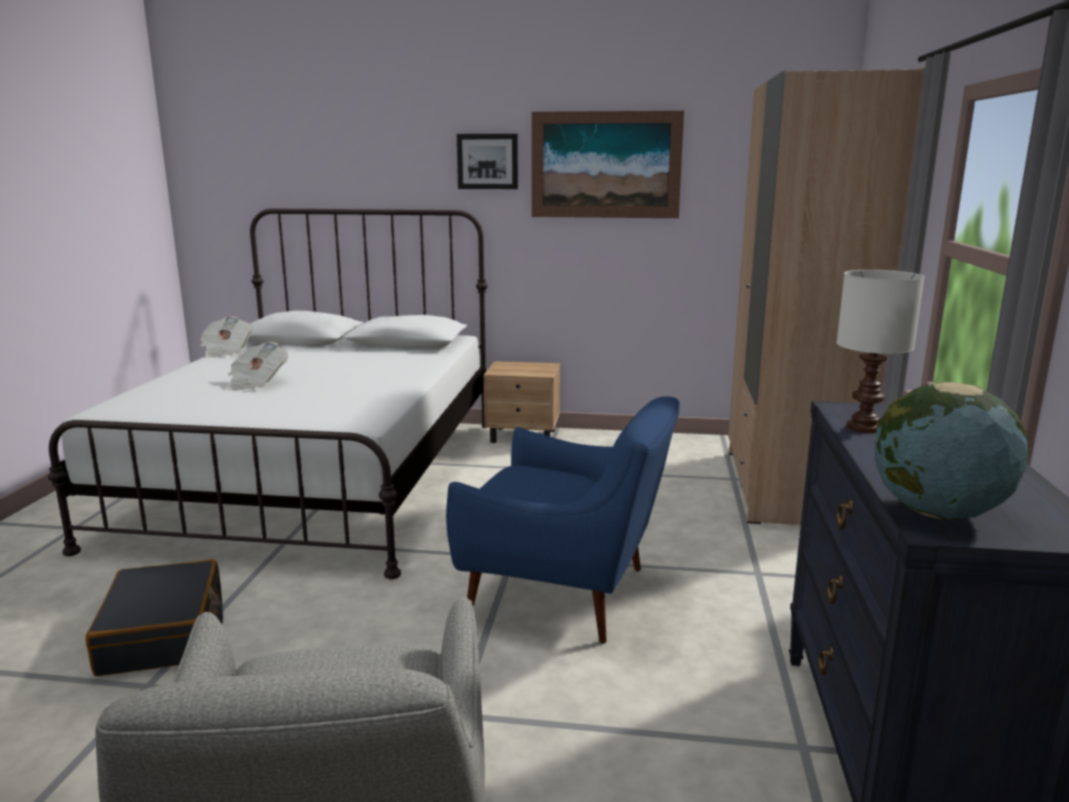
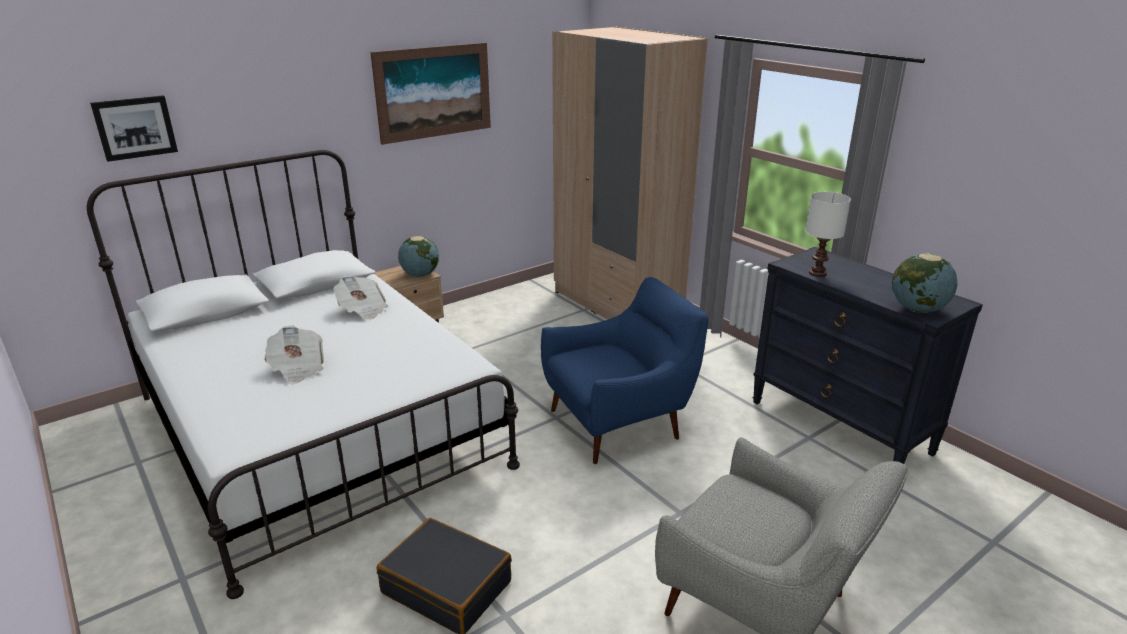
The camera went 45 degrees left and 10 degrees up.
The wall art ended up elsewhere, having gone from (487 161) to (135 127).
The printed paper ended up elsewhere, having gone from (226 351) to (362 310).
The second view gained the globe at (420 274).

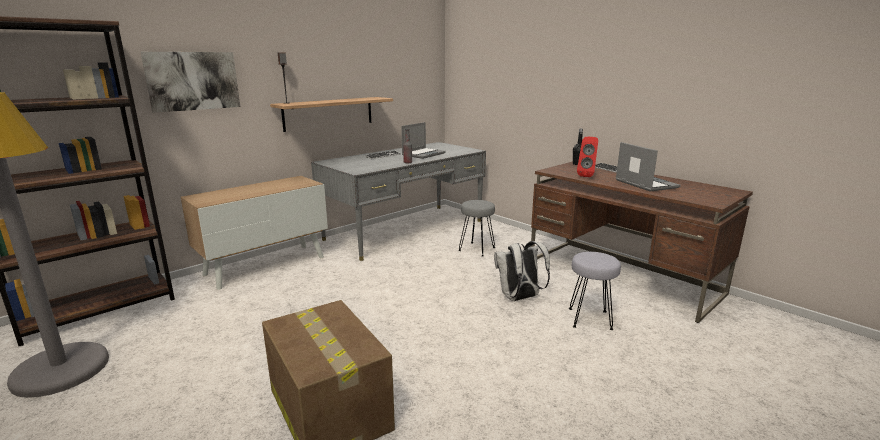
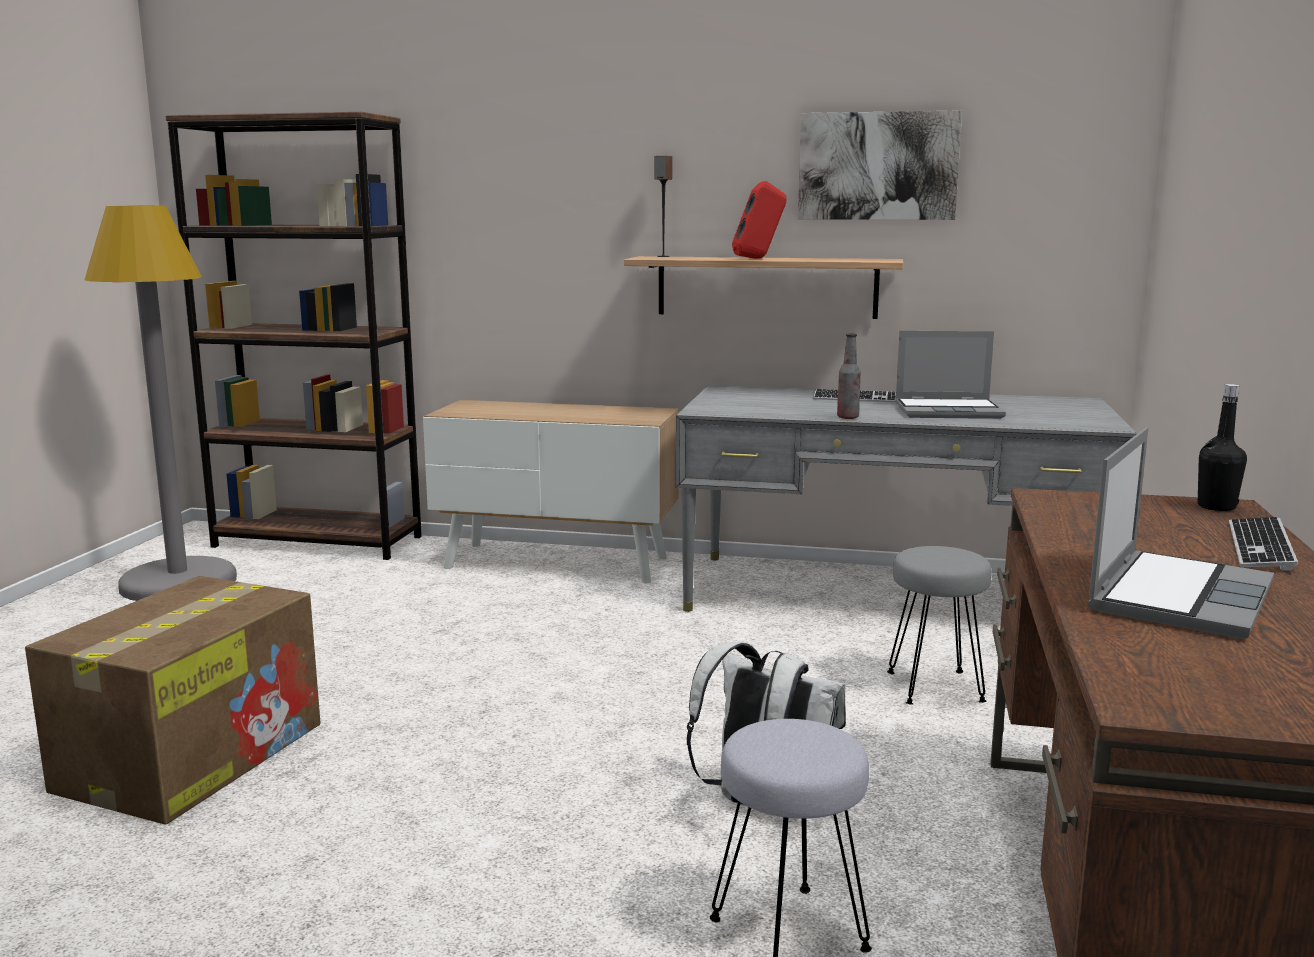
The camera went 55 degrees right and 5 degrees down.
The speaker in red ended up elsewhere, having gone from (586 176) to (758 258).
The wall art ended up elsewhere, having gone from (193 81) to (878 166).

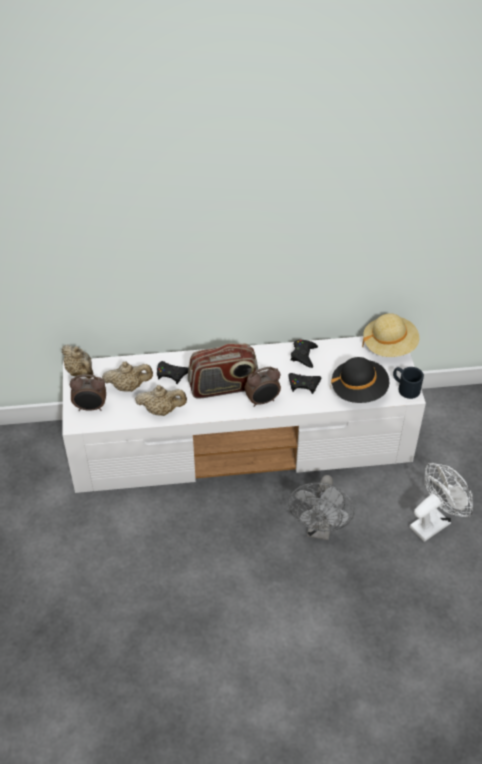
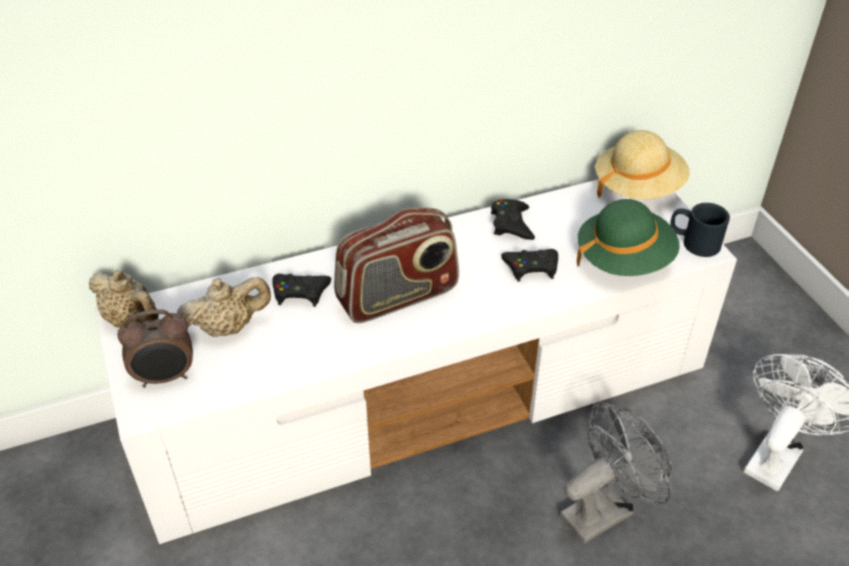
The camera went 15 degrees left and 5 degrees down.
The fan in grey at (320 529) ended up facing another way, 120 degrees counterclockwise from before.
What was the wearable hat in black-coloured at (359 390) turned into the wearable hat in green-coloured at (624 259).
The second view lost the tea pot in beige-coloured at (162 410).
The second view lost the table clock at (262 401).

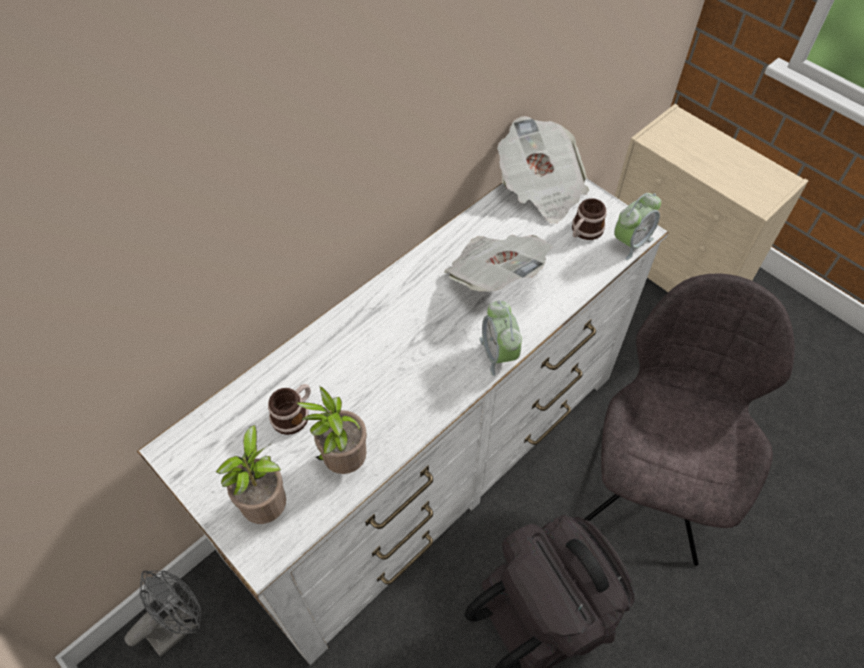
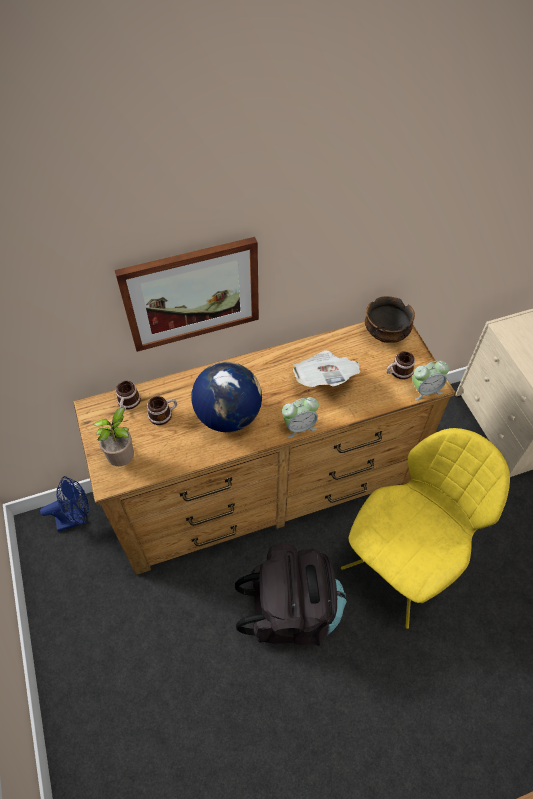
The camera went 25 degrees right and 0 degrees up.
What was the fan in grey at (179 624) turned into the fan in bluish at (76 518).
What was the dresser in whitish at (429 462) turned into the dresser in brown at (265 487).
The second view gained the wall art at (191 294).
The second view gained the coffee mug at (128 403).
The second view gained the globe at (228 415).
The table clock at (498 354) ended up facing another way, 120 degrees counterclockwise from before.
What was the chair in grey at (649 487) turned into the chair in yellow at (402 565).
Where the printed paper stood at (540 188), the bowl came to stand at (386 334).
The second view lost the houseplant at (343 461).

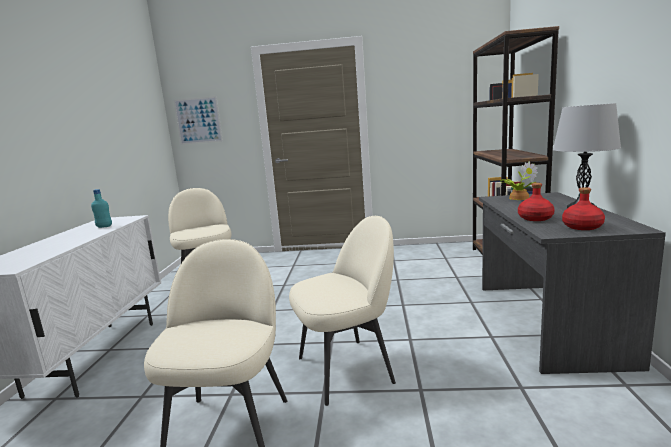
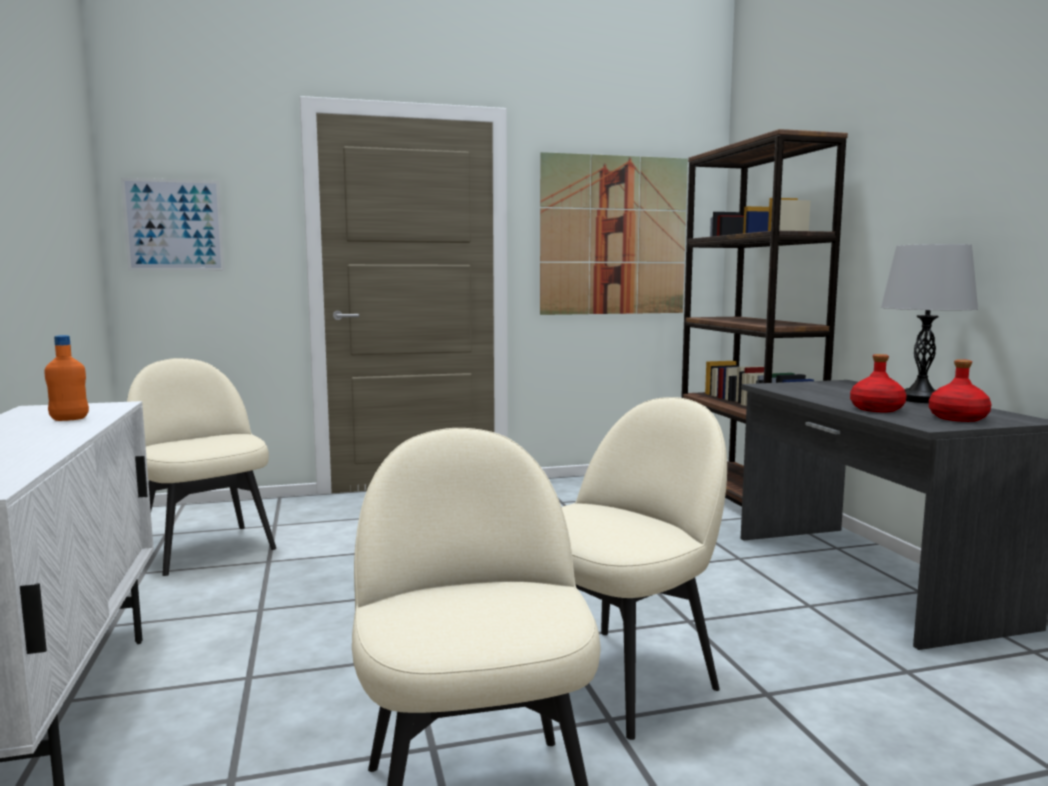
The camera went 20 degrees left and 5 degrees down.
What was the beverage bottle in blue-green at (104 226) turned into the beverage bottle in orange-coloured at (69 419).
The second view gained the wall art at (614 235).
The second view lost the houseplant at (517 198).

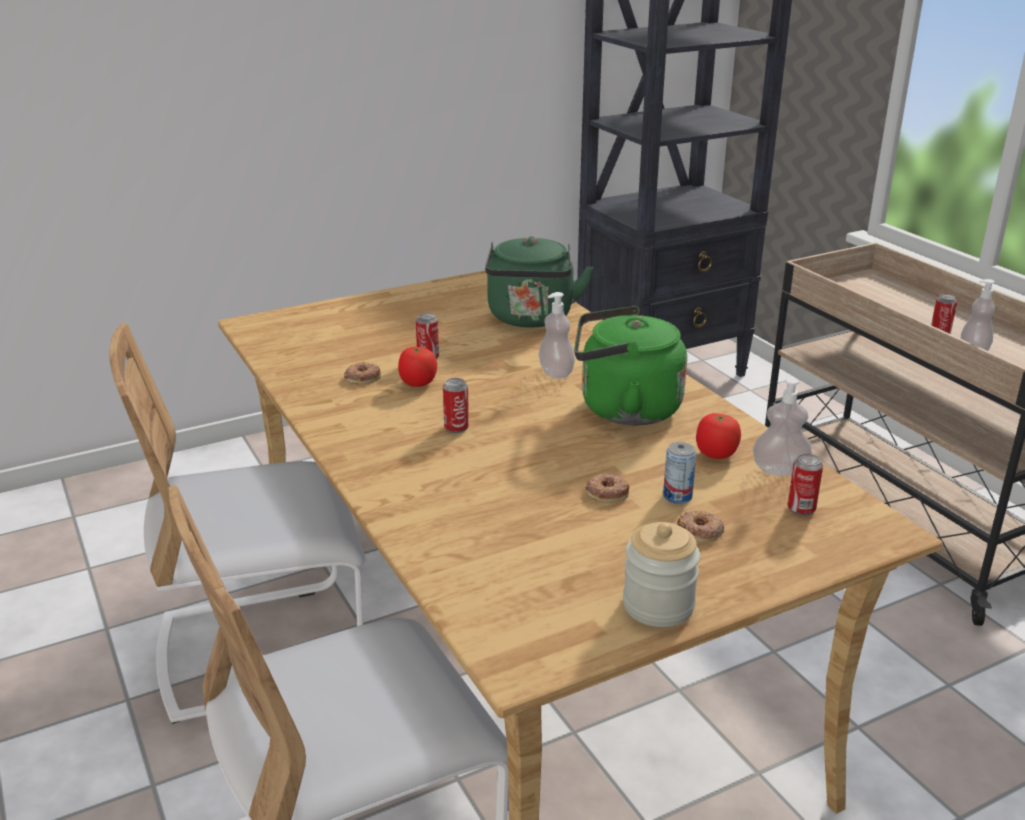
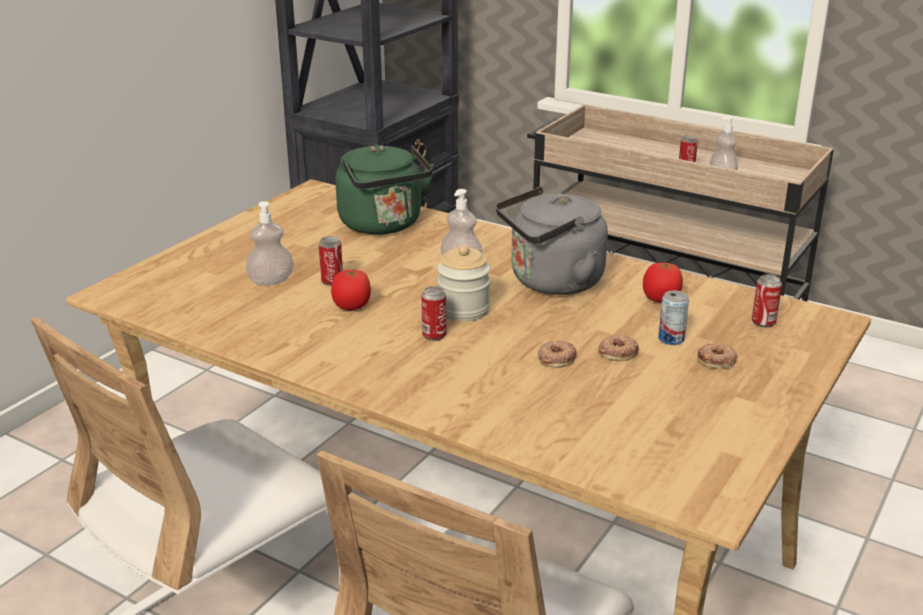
The camera went 30 degrees left and 0 degrees up.
The soap bottle ended up elsewhere, having gone from (779 470) to (271 281).
The jar ended up elsewhere, having gone from (658 605) to (463 310).
What was the tea kettle in green-coloured at (623 409) turned into the tea kettle in grey at (551 282).
The ring doughnut ended up elsewhere, having gone from (362 377) to (556 358).

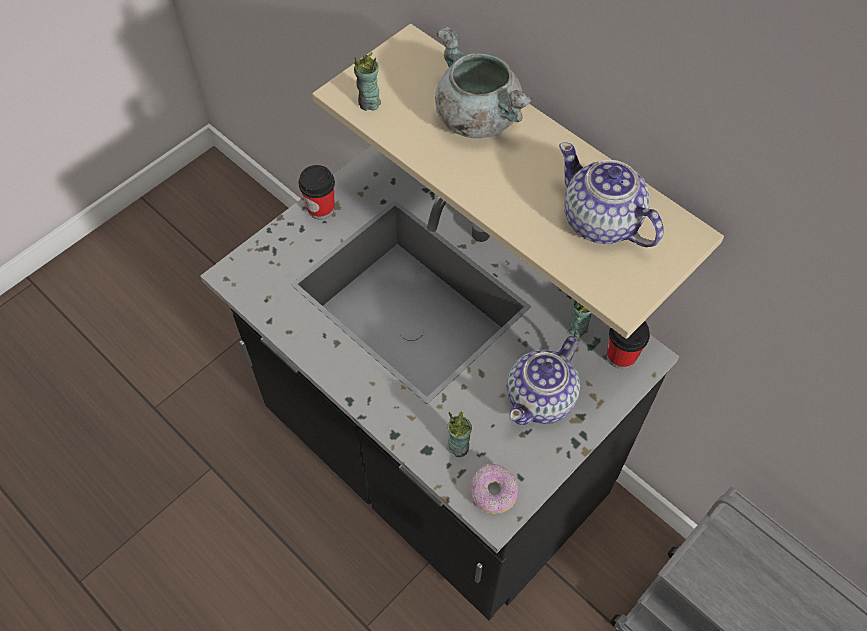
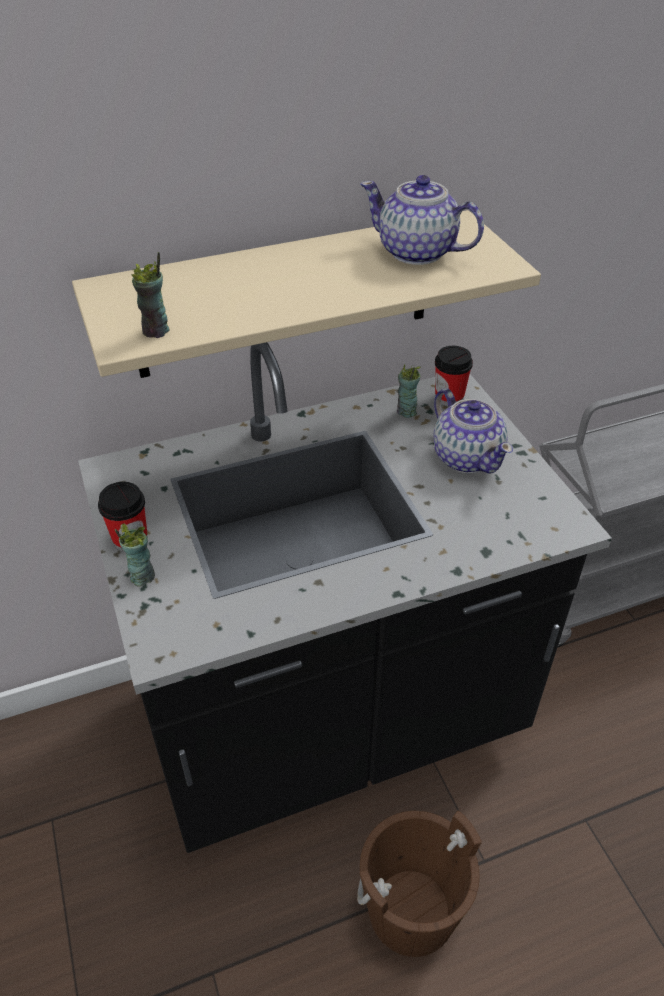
The camera went 65 degrees left and 15 degrees down.
The cup ended up elsewhere, having gone from (458 446) to (142 576).
The second view gained the water bucket in brown at (411 910).
The tea pot at (601 222) ended up facing another way, 45 degrees clockwise from before.
The second view lost the stockpot in grey at (476 118).
The second view lost the ring doughnut at (493 493).

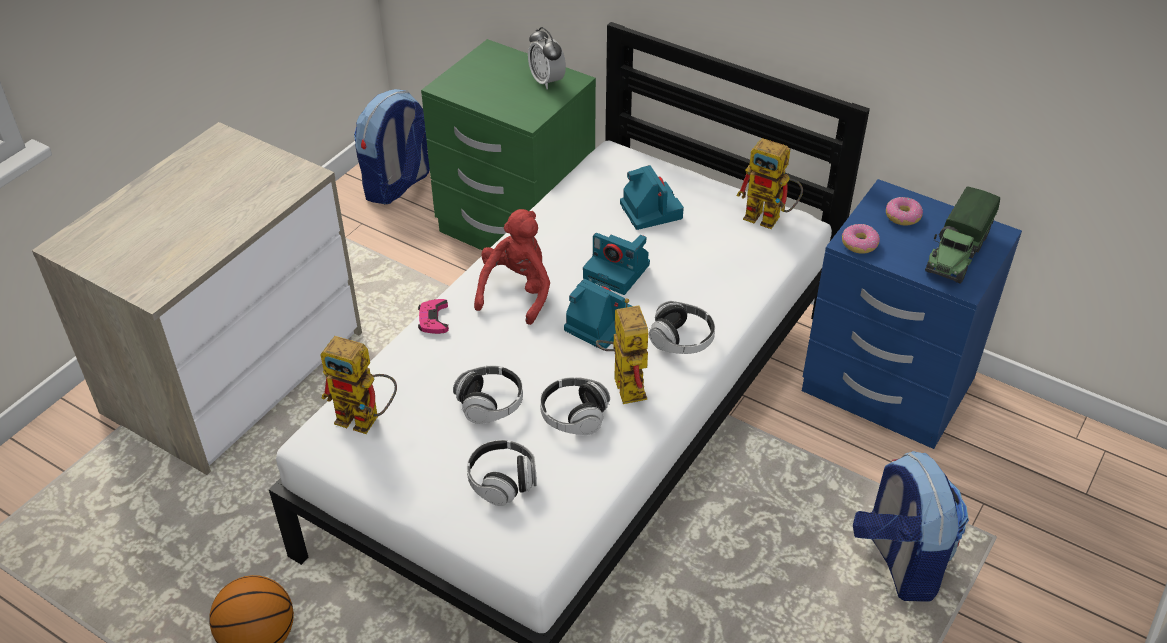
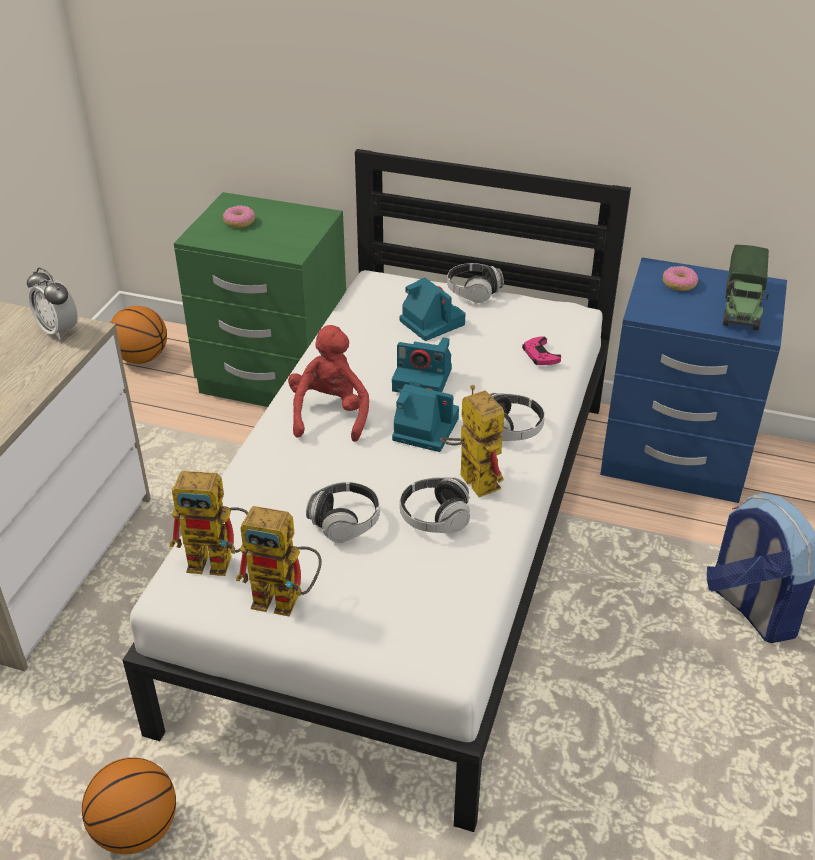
The camera went 15 degrees left and 5 degrees down.
The table clock ended up elsewhere, having gone from (547 81) to (58 330).
Where the knapsack stood at (397 185), the basketball ball came to stand at (142 358).
The ring doughnut ended up elsewhere, having gone from (859 244) to (239 222).
The model robot ended up elsewhere, having gone from (770 218) to (286 600).
The pair of headphones ended up elsewhere, having gone from (502 481) to (473 292).
The joypad in pink-coloured ended up elsewhere, having gone from (433 319) to (540 355).

